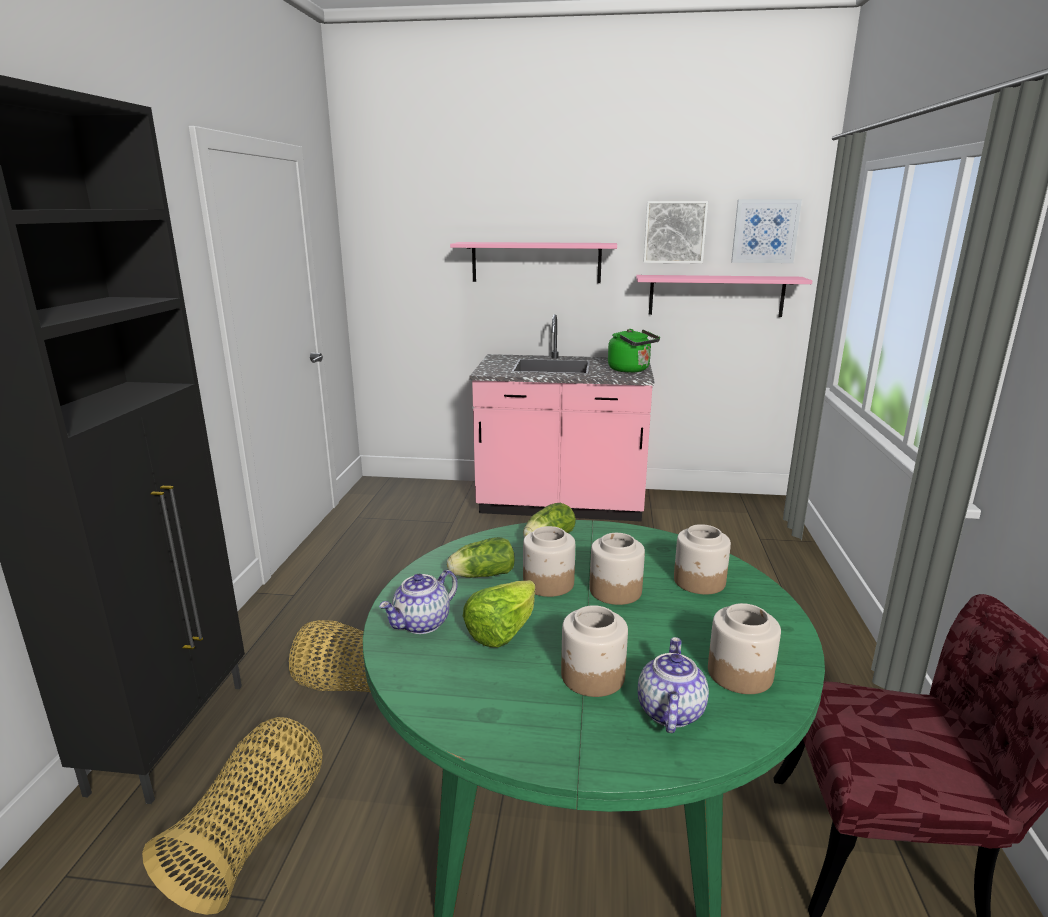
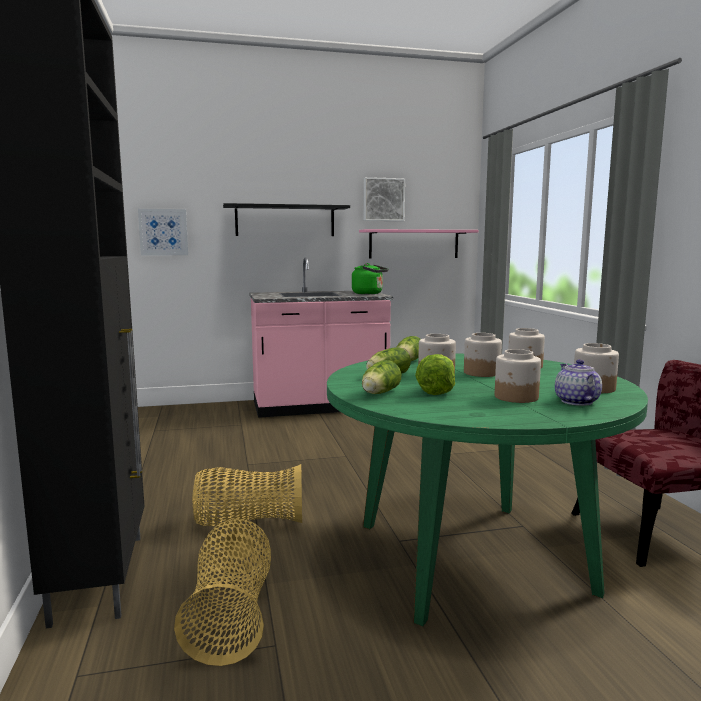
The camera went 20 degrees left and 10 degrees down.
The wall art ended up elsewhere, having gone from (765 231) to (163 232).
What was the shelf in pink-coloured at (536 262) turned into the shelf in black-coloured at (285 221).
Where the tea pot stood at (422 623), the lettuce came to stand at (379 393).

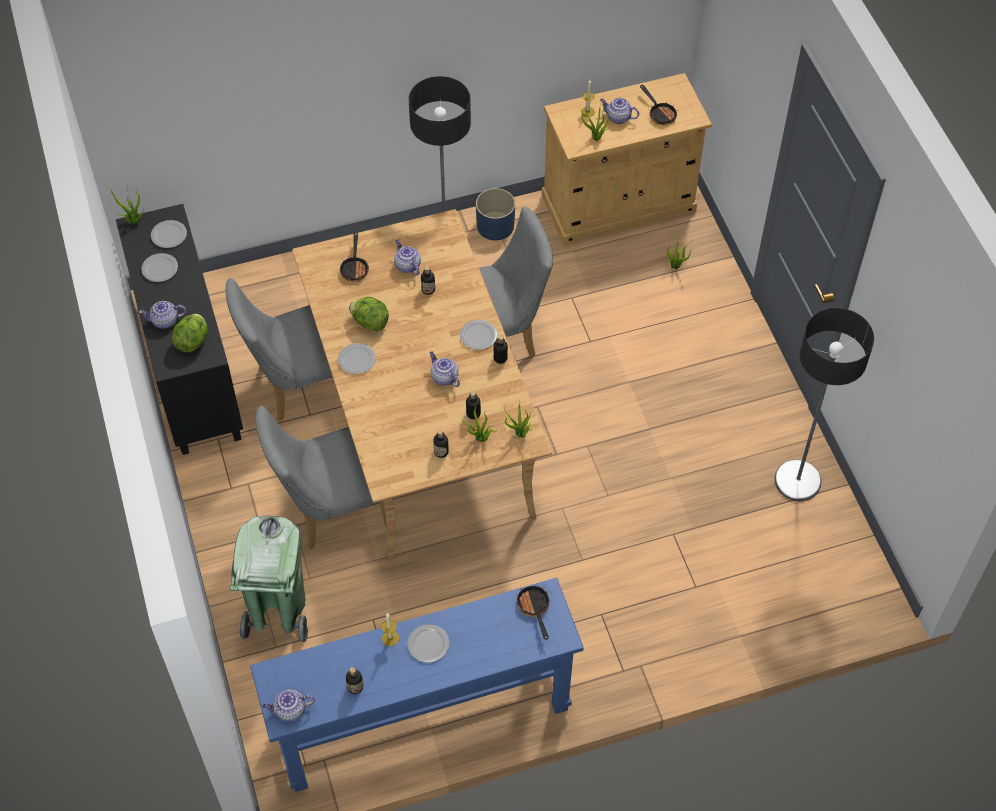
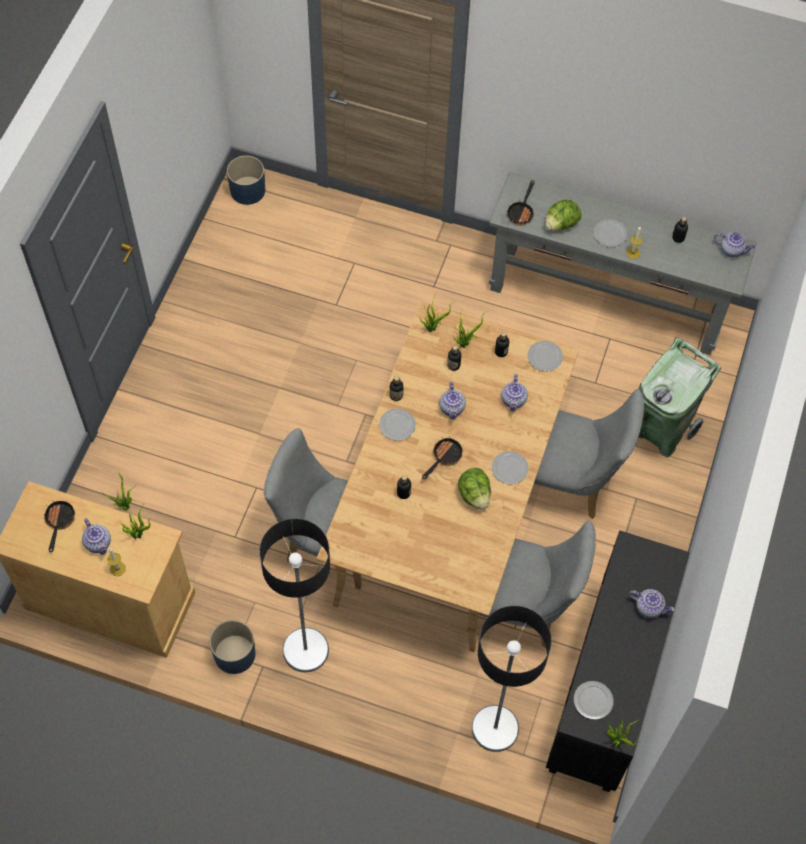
The camera went 145 degrees left and 5 degrees up.
The second view gained the planter in bluish at (248 190).
The pan ended up elsewhere, having gone from (355 268) to (444 457).
The floor lamp ended up elsewhere, having gone from (798 481) to (494 728).
What was the narrow table in bluish at (423 717) turned into the narrow table in grey at (606 299).
The tea pot ended up elsewhere, having gone from (407 265) to (514 400).
The plate ended up elsewhere, having gone from (160 269) to (545 356).
The lettuce ended up elsewhere, having gone from (193 341) to (560 224).

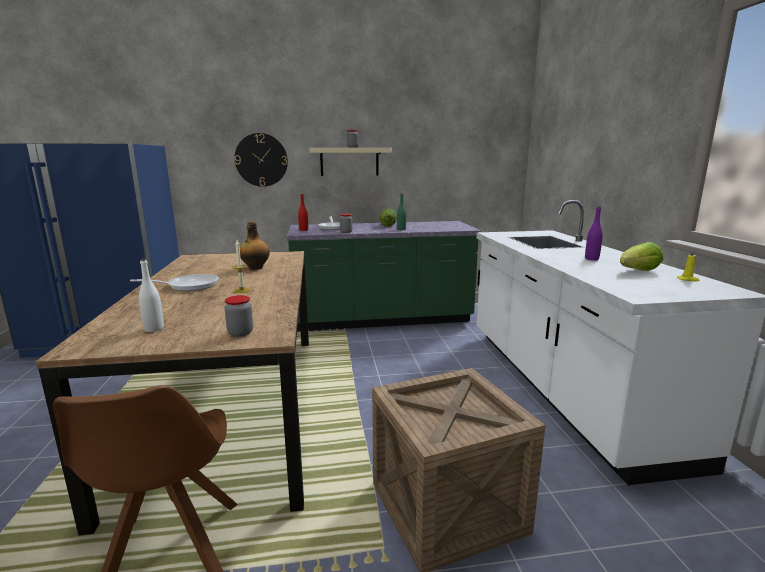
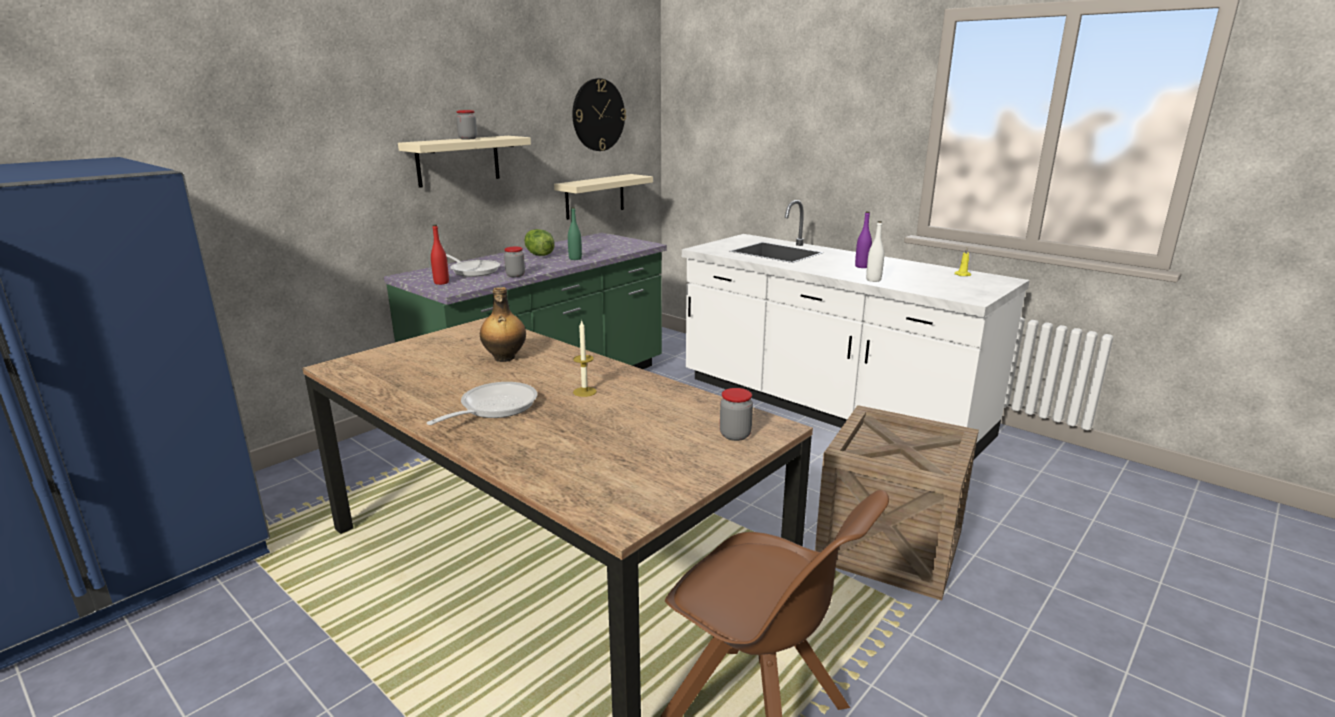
The camera went 40 degrees left and 5 degrees up.
The second view gained the shelf in beige-coloured at (595 196).
The wall clock ended up elsewhere, having gone from (261 160) to (598 115).
The beverage bottle in whitish ended up elsewhere, having gone from (154 329) to (873 280).
The second view lost the lettuce at (637 271).

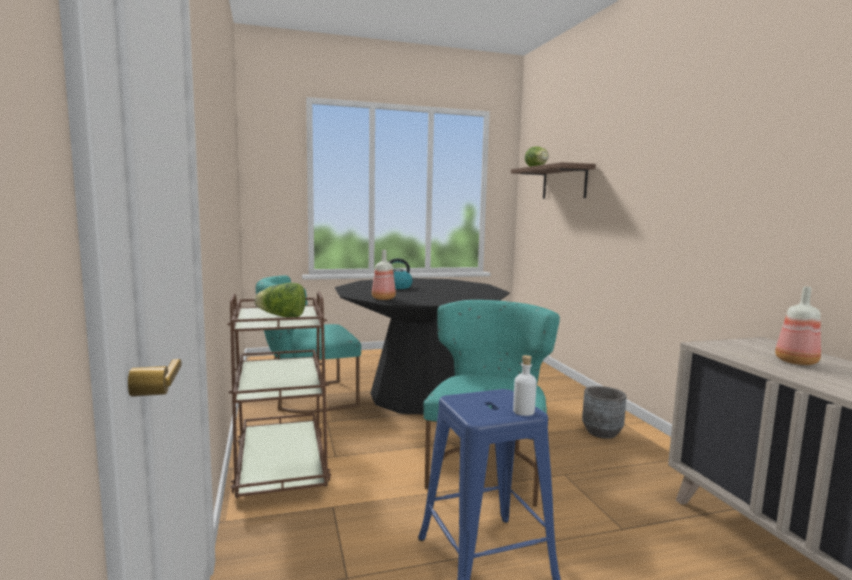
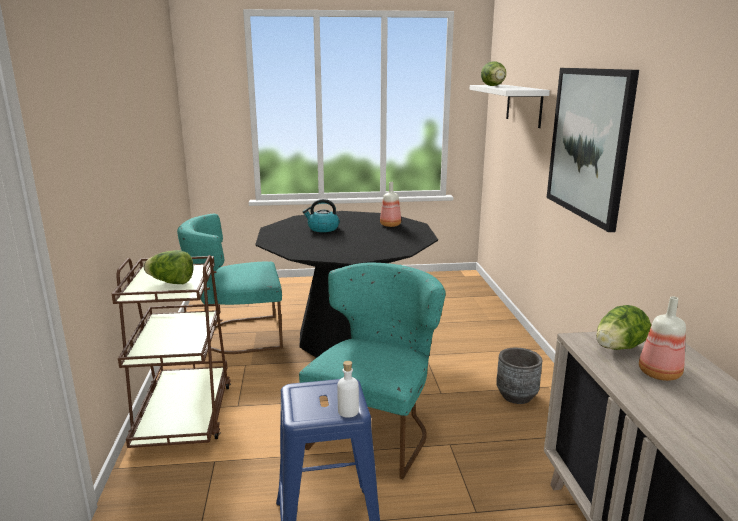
The camera went 10 degrees right and 10 degrees up.
The beverage bottle ended up elsewhere, having gone from (382 298) to (389 225).
What was the shelf in brown at (564 183) turned into the shelf in whitish at (524 105).
The second view gained the wall art at (589 143).
The second view gained the lettuce at (618 348).

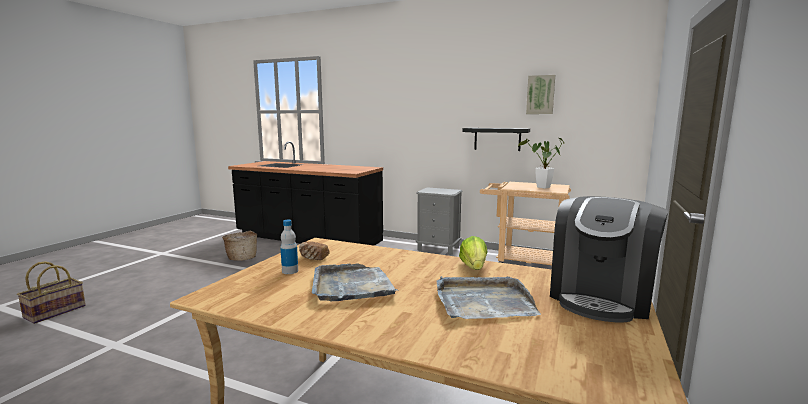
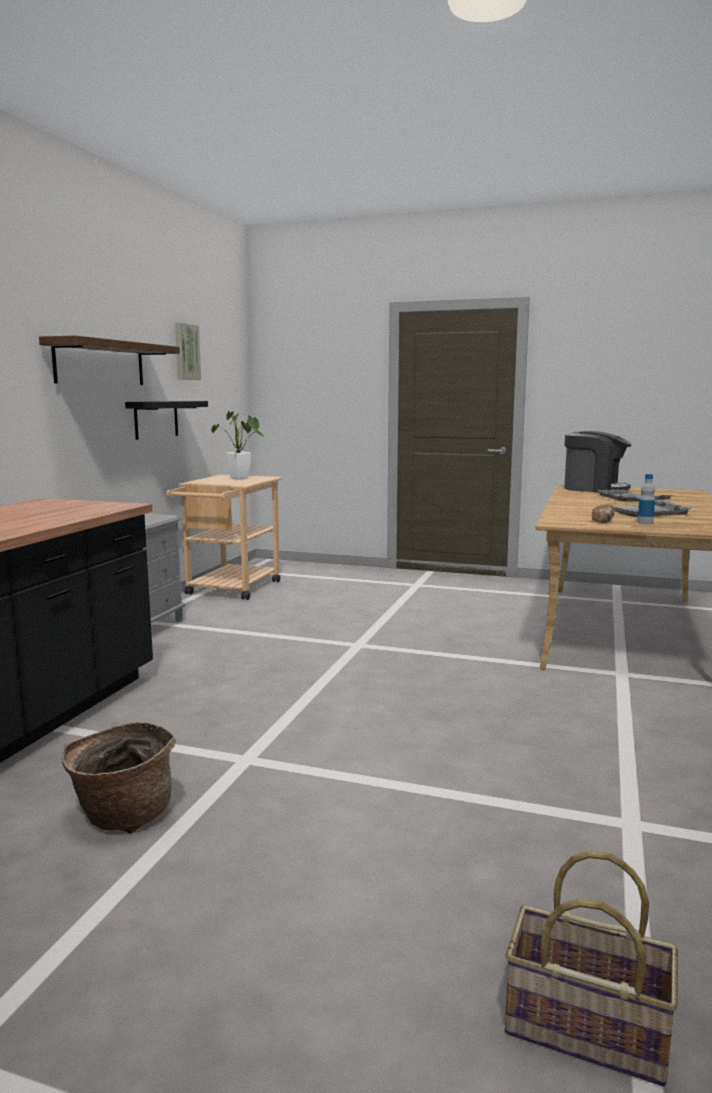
The camera went 95 degrees left and 0 degrees up.
The second view gained the shelf at (100 363).
The second view lost the lettuce at (474 267).

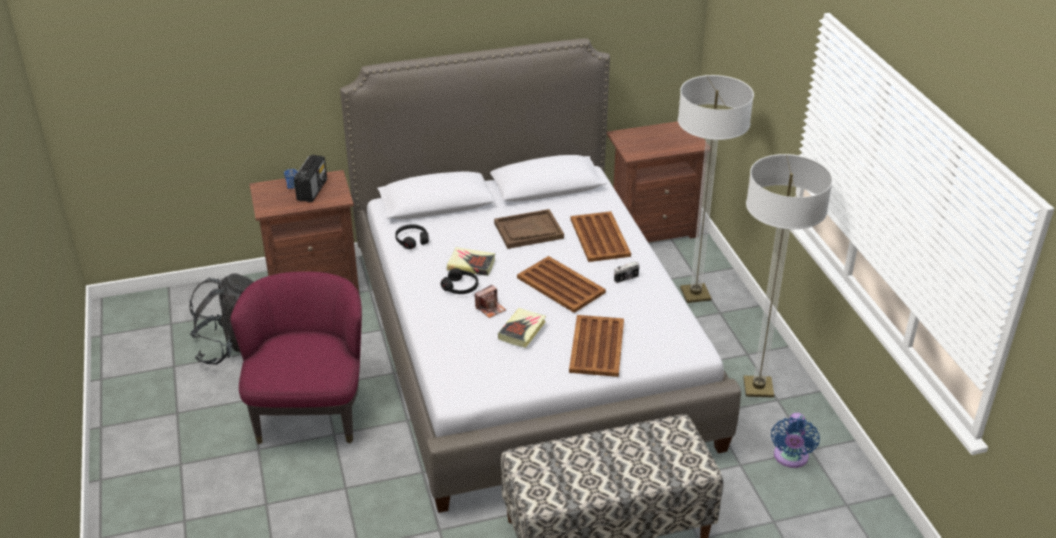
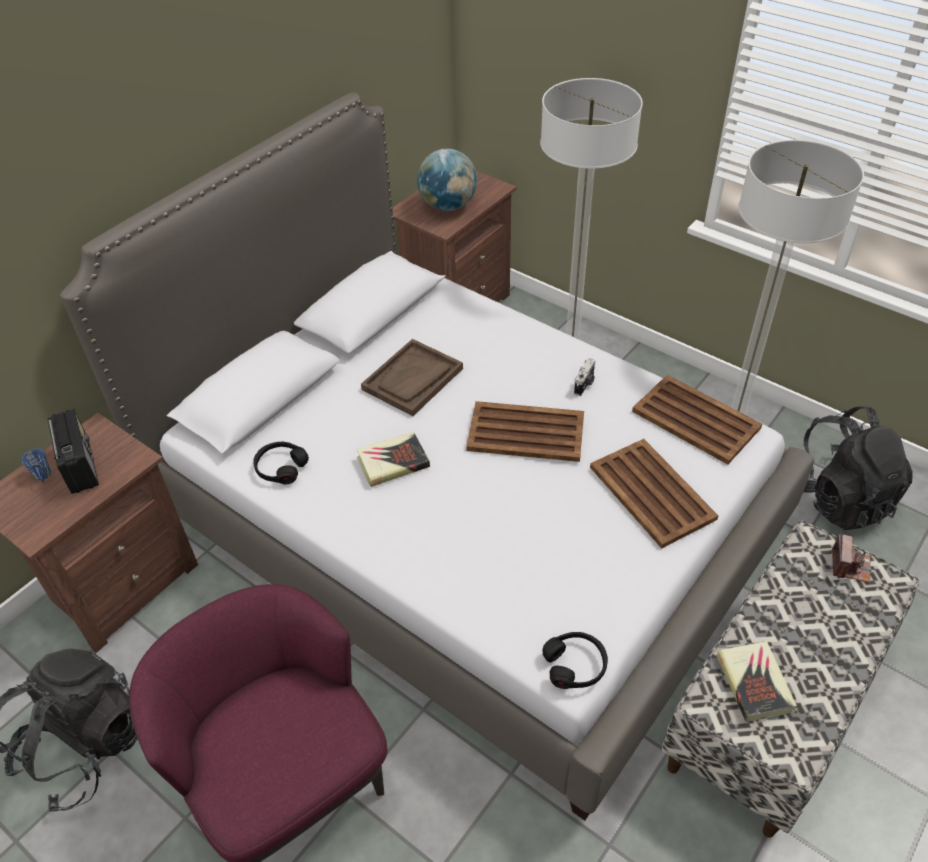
The camera went 35 degrees left and 10 degrees up.
The second view gained the globe at (448 206).
The pair of headphones in black-coloured ended up elsewhere, having gone from (460 287) to (575 665).
The tray in brown ended up elsewhere, having gone from (600 237) to (695 419).
The bound book ended up elsewhere, having gone from (522 330) to (754 683).
Where the fan in bluish stood at (790 458), the knapsack in black-coloured came to stand at (838 497).
The photo camera ended up elsewhere, having gone from (490 308) to (849 566).

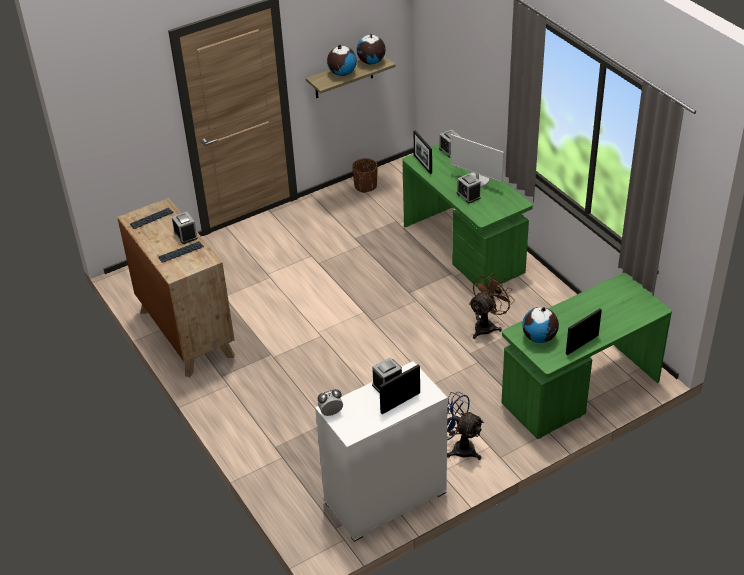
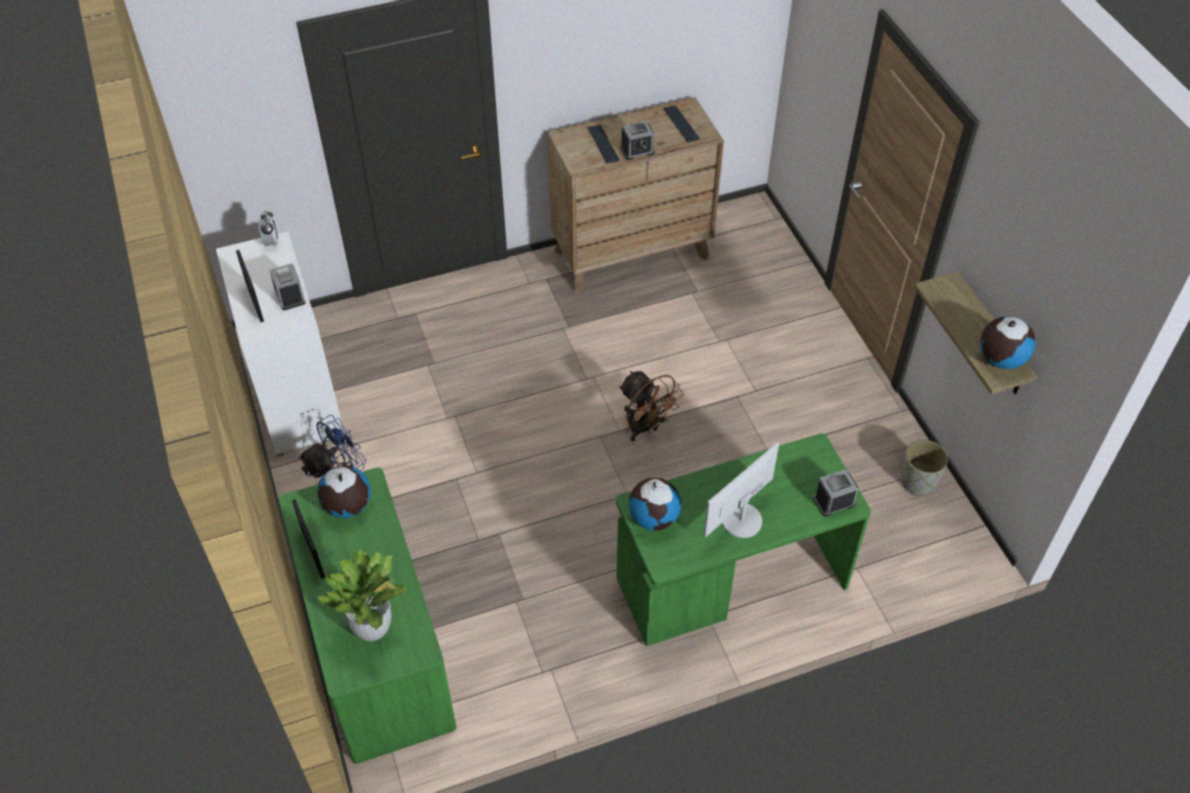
The camera went 100 degrees right and 10 degrees up.
The second view gained the houseplant at (373 628).
The fan in brown ended up elsewhere, having gone from (487 325) to (645 428).
The globe ended up elsewhere, having gone from (342 73) to (654 518).
What was the planter in brown at (365 186) turned into the planter in grey at (918 481).
The second view lost the photo frame at (422 164).
The second view lost the table clock at (468 195).

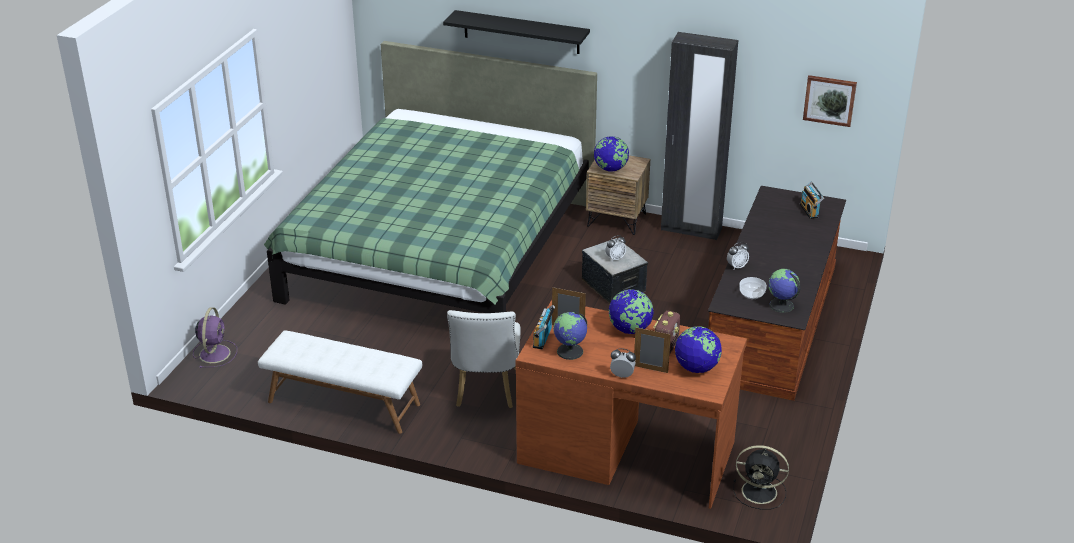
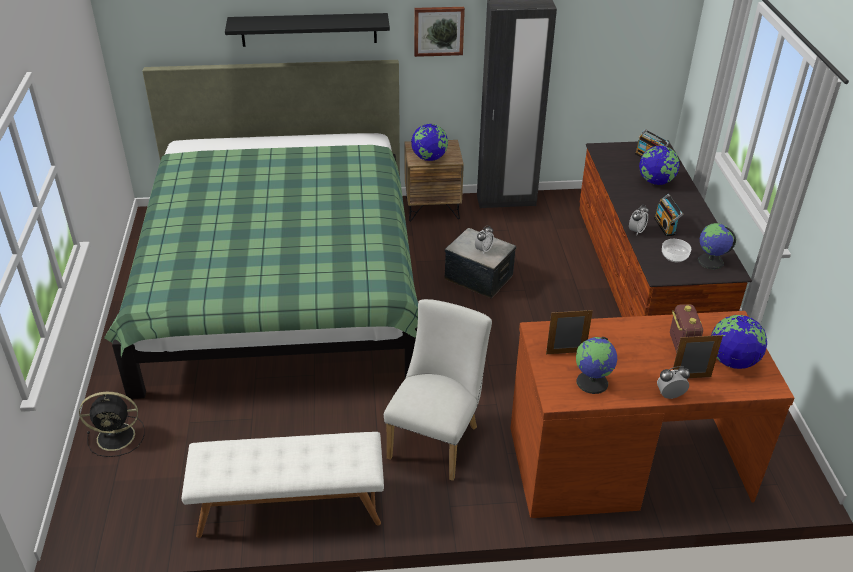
The camera went 25 degrees left and 5 degrees up.
The fan in black-coloured ended up elsewhere, having gone from (761 492) to (117 436).
The chair in whitish at (485 391) ended up facing another way, 135 degrees counterclockwise from before.
The wall art ended up elsewhere, having gone from (829 100) to (438 30).
The globe ended up elsewhere, having gone from (630 330) to (656 182).
The radio set ended up elsewhere, having gone from (543 338) to (666 226).
The second view lost the fan in purplish at (215 353).

